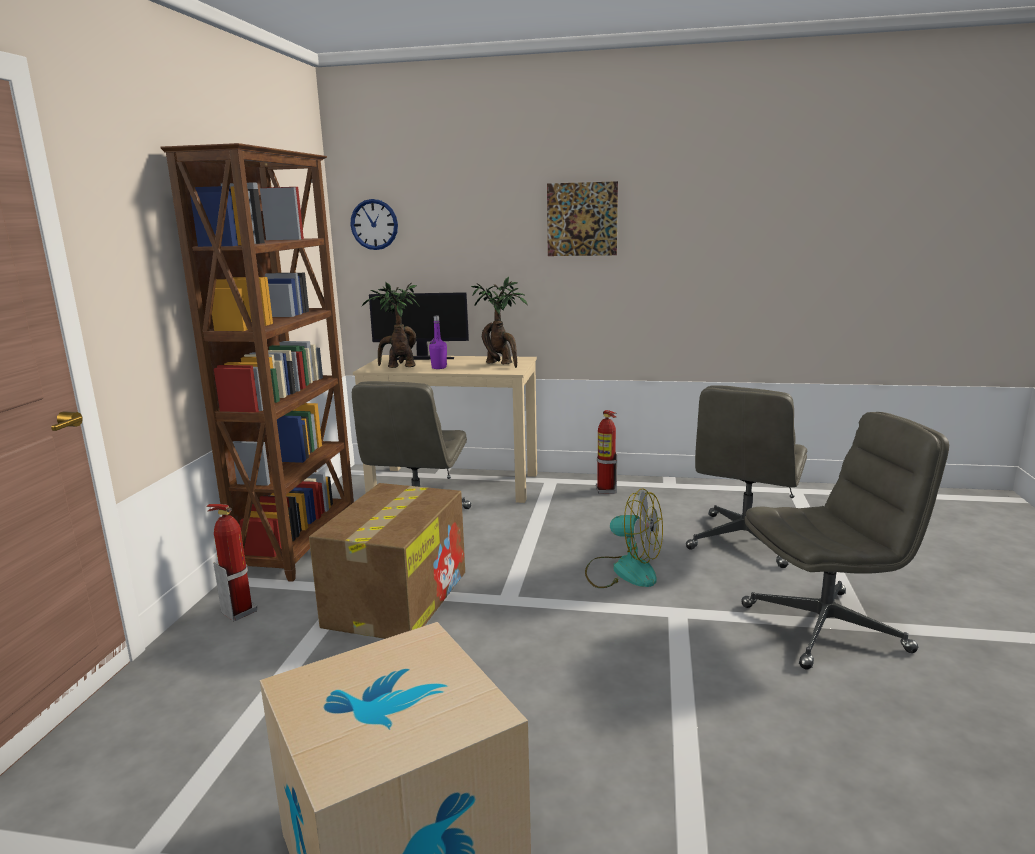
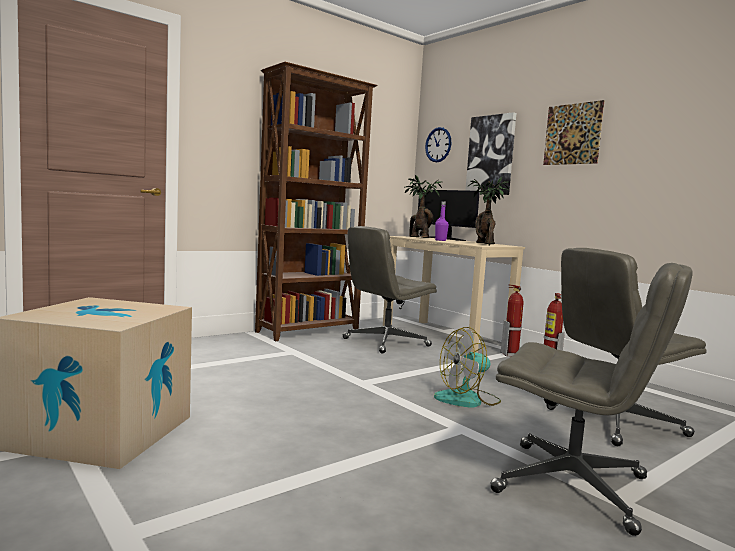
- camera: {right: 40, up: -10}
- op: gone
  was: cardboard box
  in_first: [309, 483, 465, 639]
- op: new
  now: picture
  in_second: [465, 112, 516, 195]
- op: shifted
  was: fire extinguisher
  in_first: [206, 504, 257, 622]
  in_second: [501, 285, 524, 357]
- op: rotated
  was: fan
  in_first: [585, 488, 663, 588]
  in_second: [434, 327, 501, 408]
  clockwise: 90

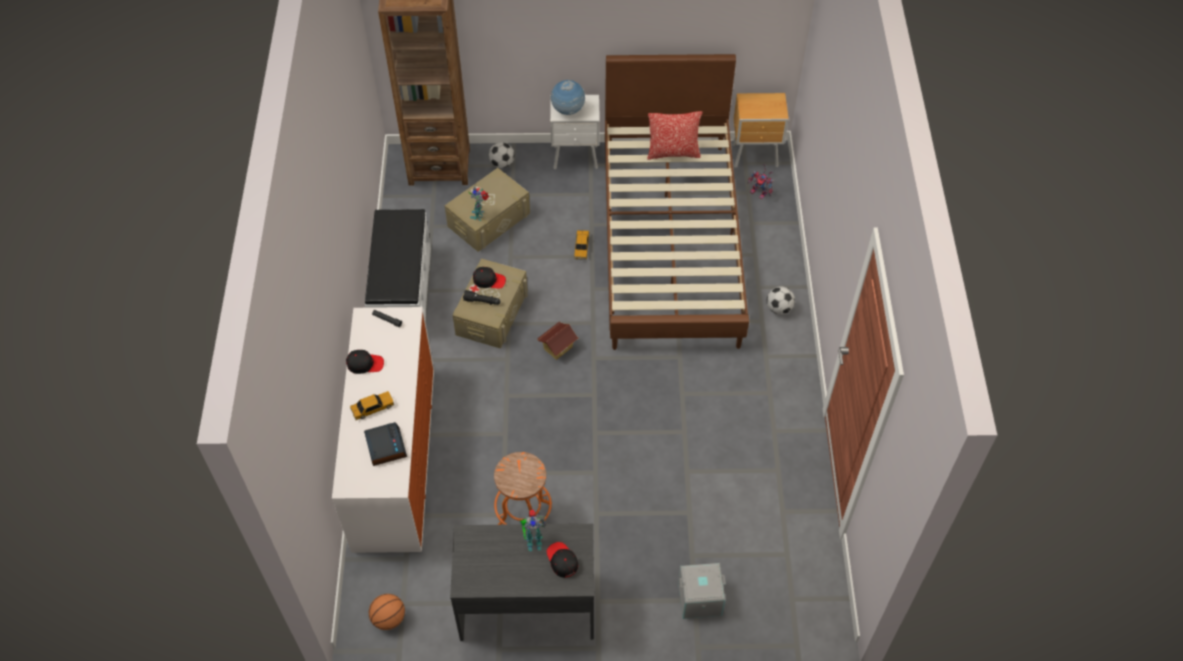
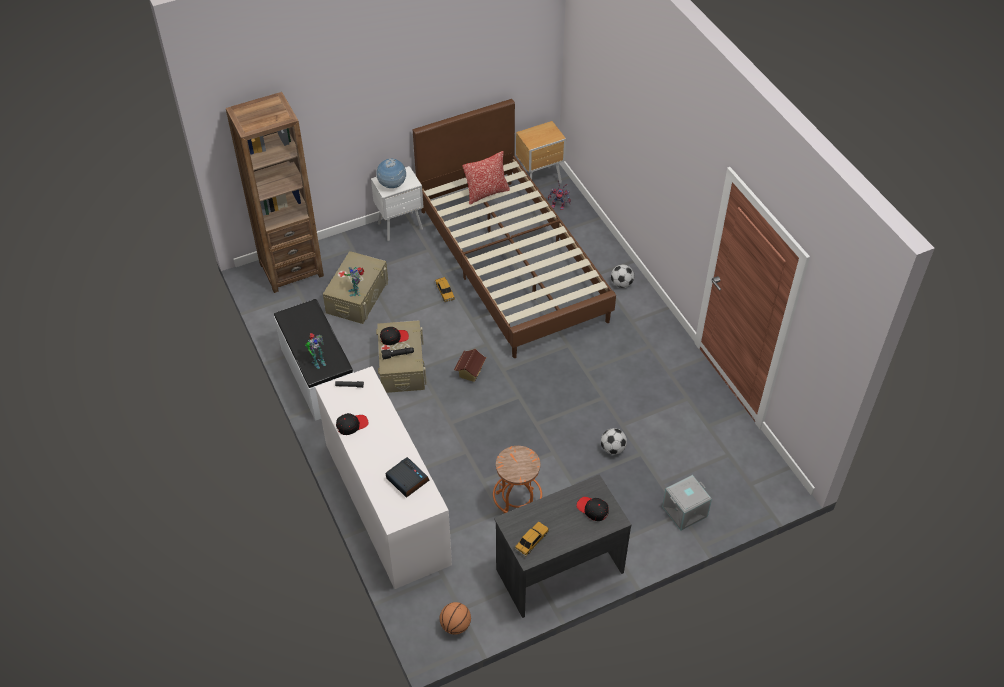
- camera: {right: -25, up: -5}
- op: shifted
  was: toy car
  in_first: [350, 391, 394, 420]
  in_second: [514, 522, 549, 557]
- op: shifted
  was: football
  in_first: [488, 142, 514, 168]
  in_second: [601, 428, 627, 455]
- op: shifted
  was: toy robot
  in_first: [520, 508, 545, 552]
  in_second: [305, 333, 326, 369]

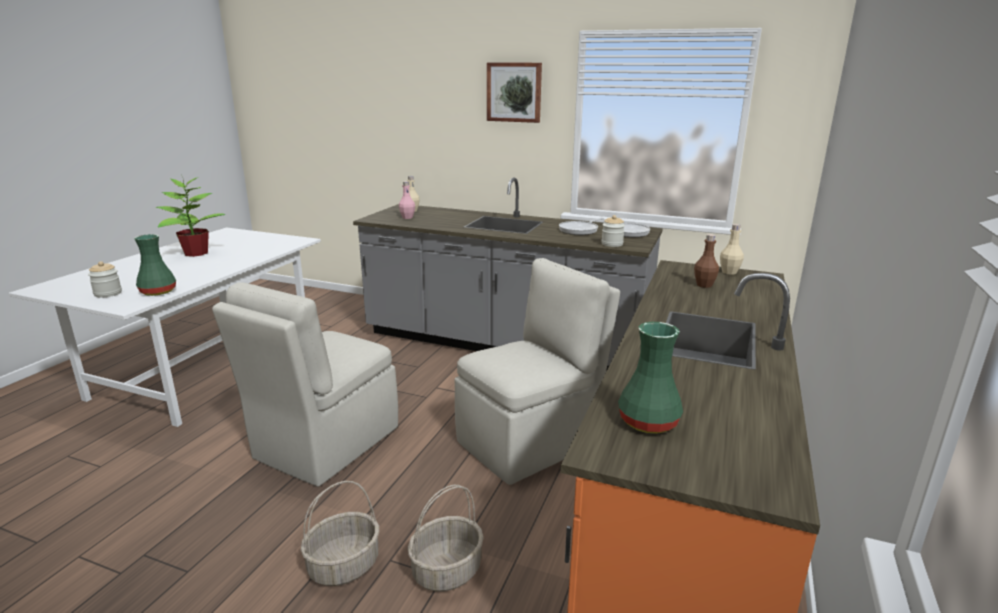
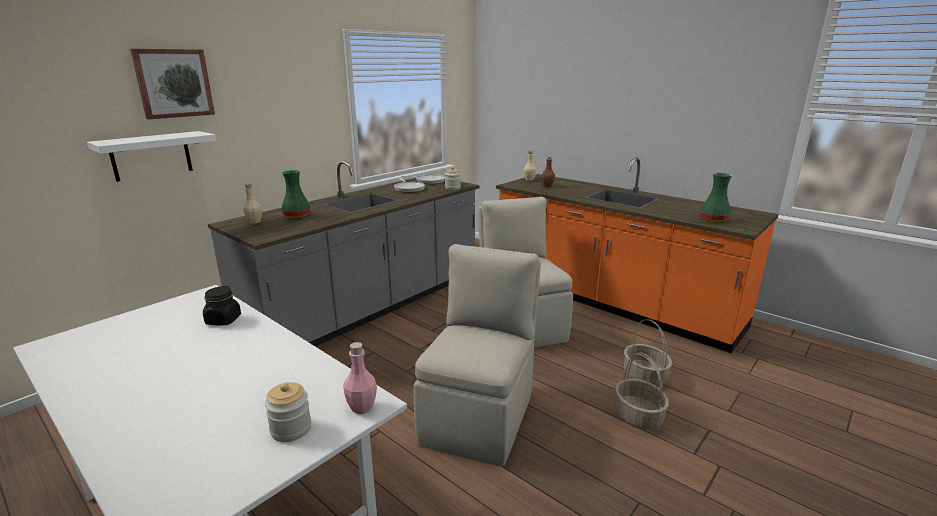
- camera: {right: -70, up: 0}
- op: gone
  was: potted plant
  in_first: [156, 176, 226, 257]
- op: new
  now: white shelf
  in_second: [87, 131, 216, 182]
- op: new
  now: black jar
  in_second: [203, 286, 241, 326]
- op: shifted
  was: green vase
  in_first: [134, 234, 176, 296]
  in_second: [281, 170, 310, 218]
- op: shifted
  was: pink bottle
  in_first: [399, 181, 415, 219]
  in_second: [343, 342, 377, 414]
- op: shifted
  was: picture
  in_first: [487, 62, 542, 123]
  in_second: [130, 49, 215, 119]
- op: rotated
  was: beige chair
  in_first: [212, 282, 398, 487]
  in_second: [414, 244, 541, 467]
  clockwise: -120

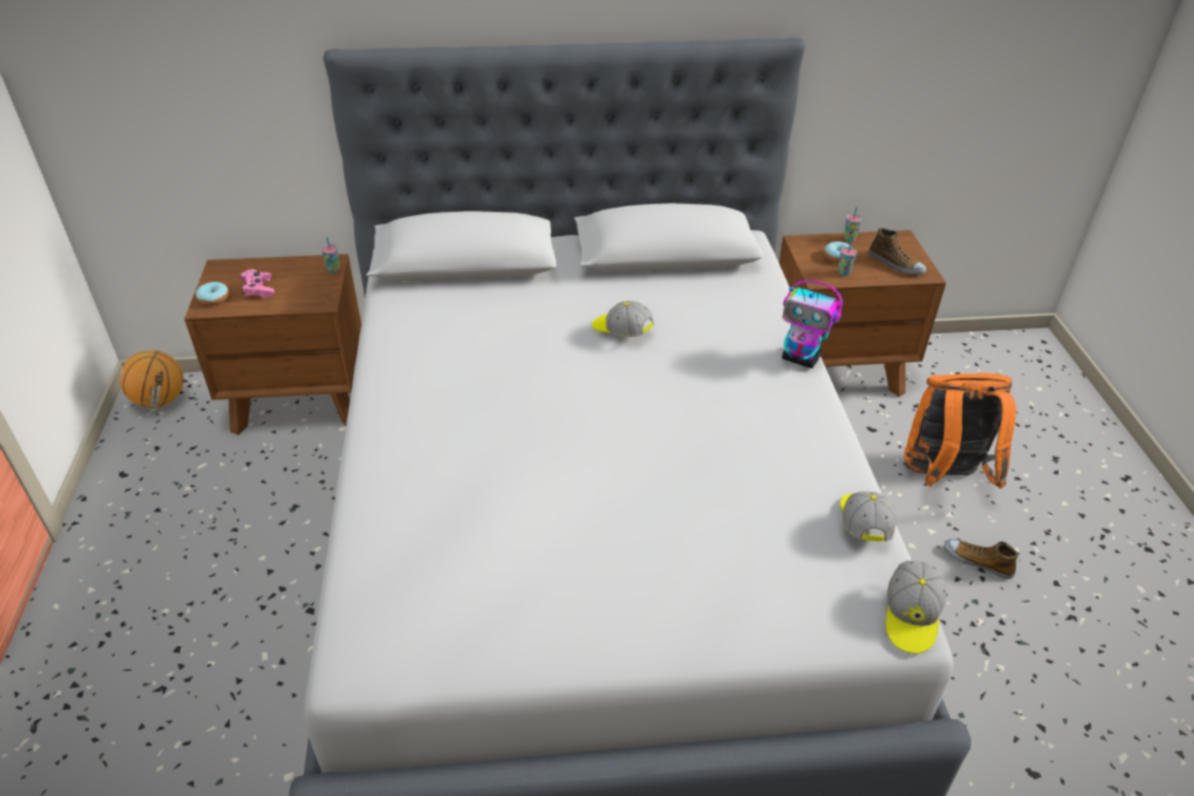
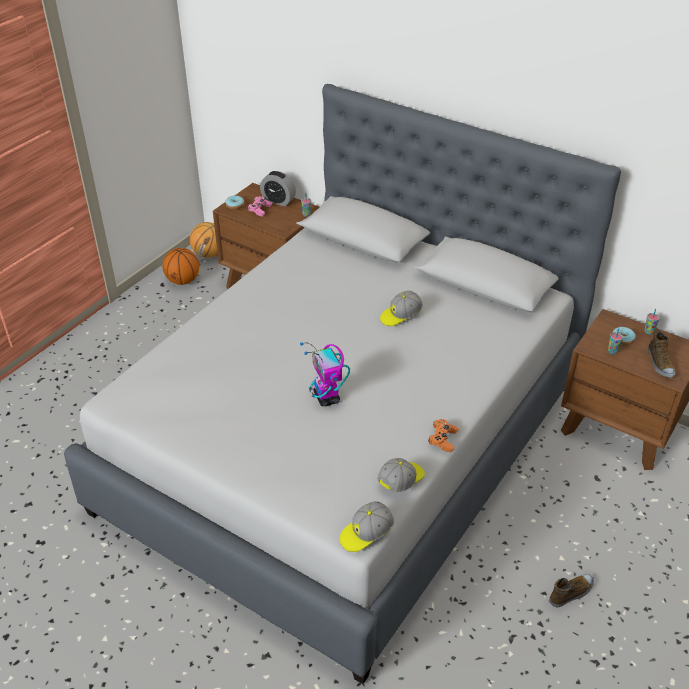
- camera: {right: 40, up: 0}
- op: gone
  was: orange backpack
  in_first: [904, 373, 1016, 489]
- op: new
  now: basketball
  in_second: [163, 248, 199, 285]
- op: new
  now: alarm clock
  in_second: [260, 171, 296, 206]
- op: new
  now: orange game controller
  in_second: [428, 419, 459, 452]
- op: shifted
  was: toy robot
  in_first: [782, 280, 842, 368]
  in_second: [300, 342, 350, 406]
- op: rotated
  was: cap
  in_first: [592, 301, 654, 337]
  in_second: [380, 291, 423, 326]
  clockwise: -105
- op: rotated
  was: shoe
  in_first: [945, 539, 1018, 579]
  in_second: [549, 574, 594, 607]
  clockwise: 75

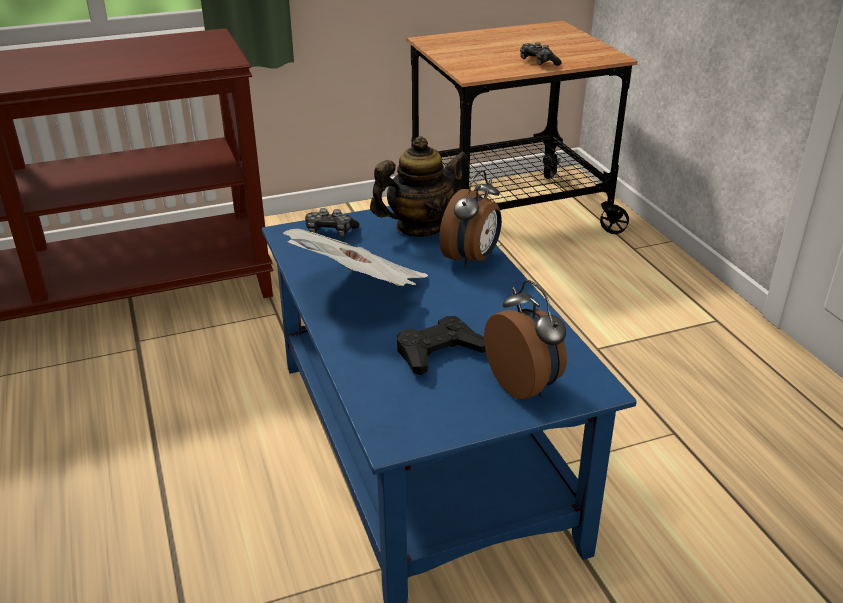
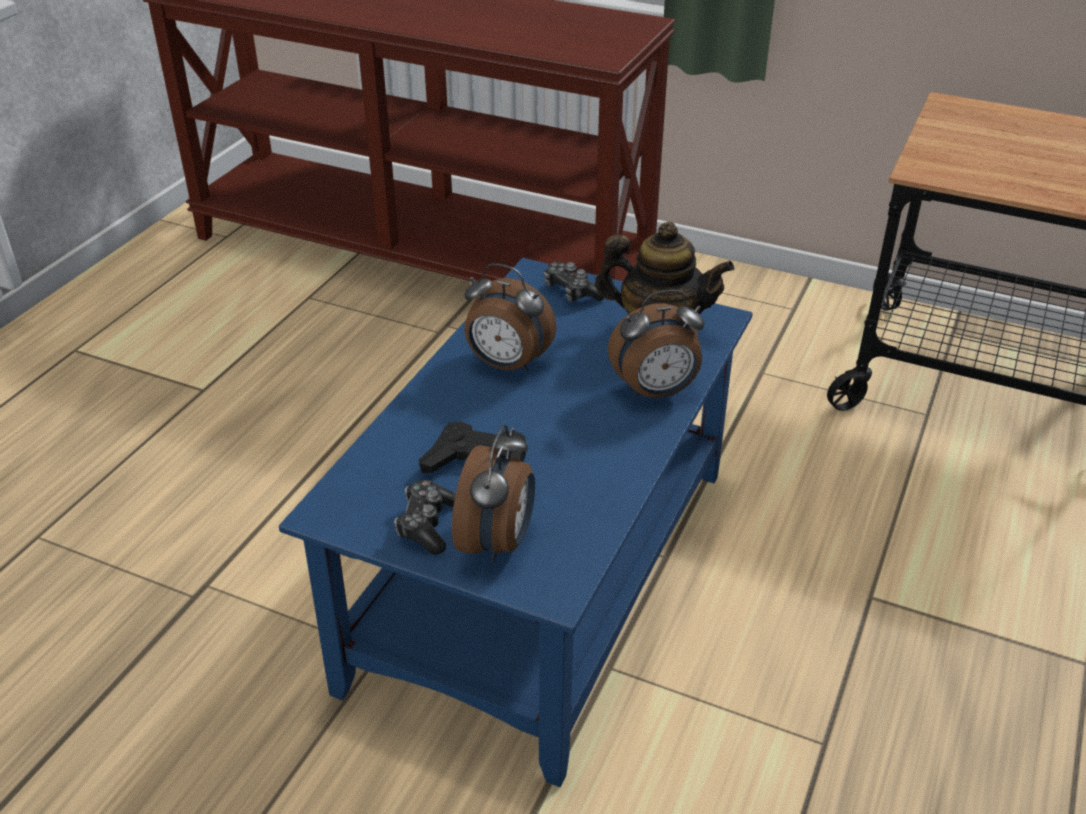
- camera: {right: 45, up: 5}
- op: shifted
  was: game controller
  in_first: [520, 42, 562, 66]
  in_second: [394, 480, 455, 555]
- op: swapped
  was: newspaper
  now: alarm clock
  in_first: [283, 229, 428, 287]
  in_second: [464, 263, 557, 373]

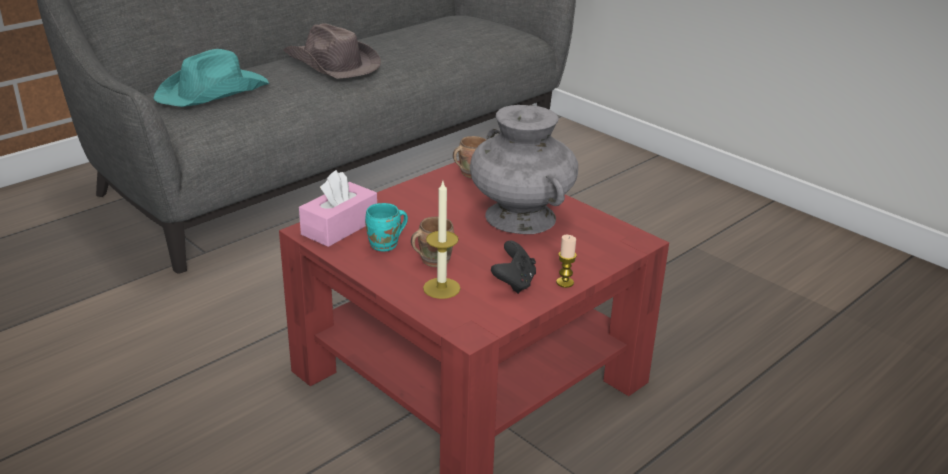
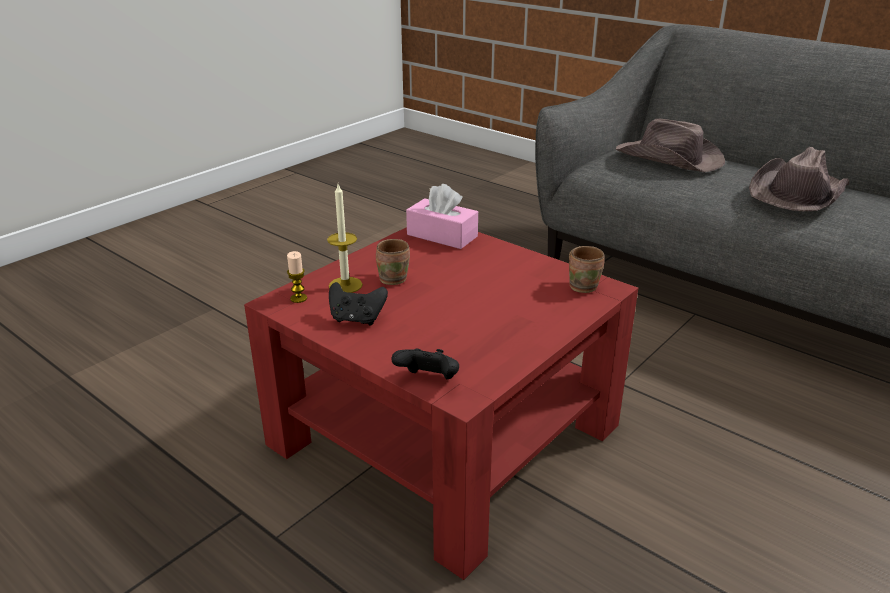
- camera: {right: 85, up: 0}
- op: gone
  was: turquoise mug
  in_first: [365, 203, 408, 252]
- op: gone
  was: grey vase
  in_first: [470, 105, 578, 234]
- op: new
  now: black game controller
  in_second: [391, 348, 459, 379]
- op: shifted
  was: candle
  in_first: [556, 235, 577, 288]
  in_second: [287, 251, 307, 303]
- op: repainted
  was: turquoise hat
  now: brown hat
  in_first: [153, 49, 269, 107]
  in_second: [616, 119, 725, 172]

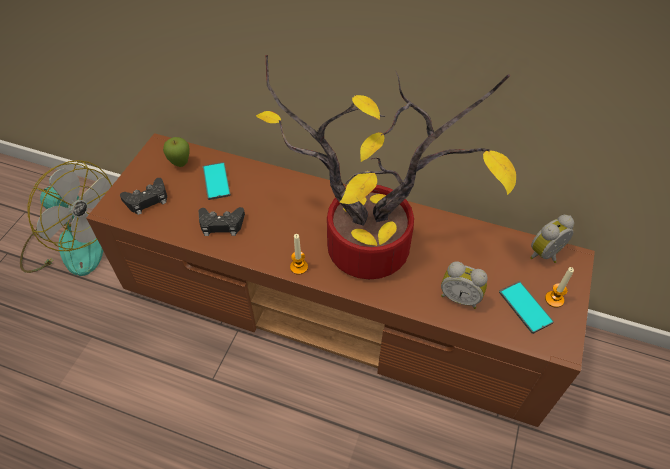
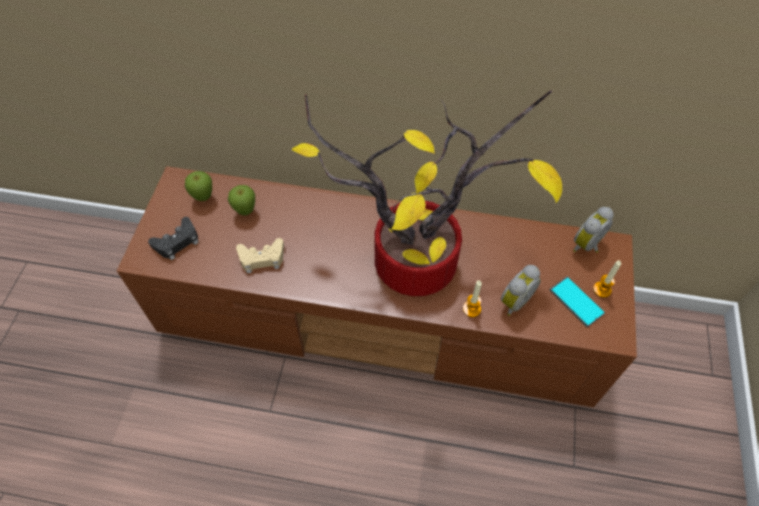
- camera: {right: -10, up: 5}
- op: gone
  was: fan
  in_first: [20, 160, 112, 276]
- op: shifted
  was: candle
  in_first: [290, 234, 308, 275]
  in_second: [463, 281, 482, 317]
- op: swapped
  was: phone
  now: apple
  in_first: [203, 162, 231, 200]
  in_second: [228, 185, 255, 215]
- op: repainted
  was: black game controller
  now: beige game controller
  in_first: [198, 207, 245, 236]
  in_second: [236, 238, 284, 273]
- op: rotated
  was: alarm clock
  in_first: [441, 262, 488, 309]
  in_second: [501, 265, 541, 316]
  clockwise: -60

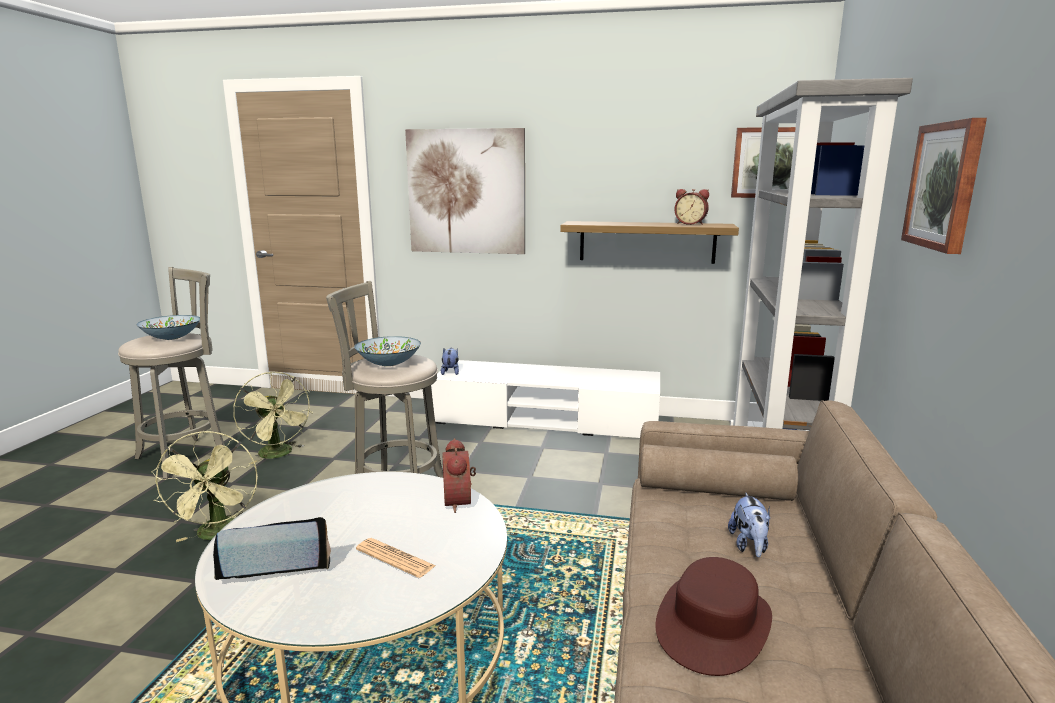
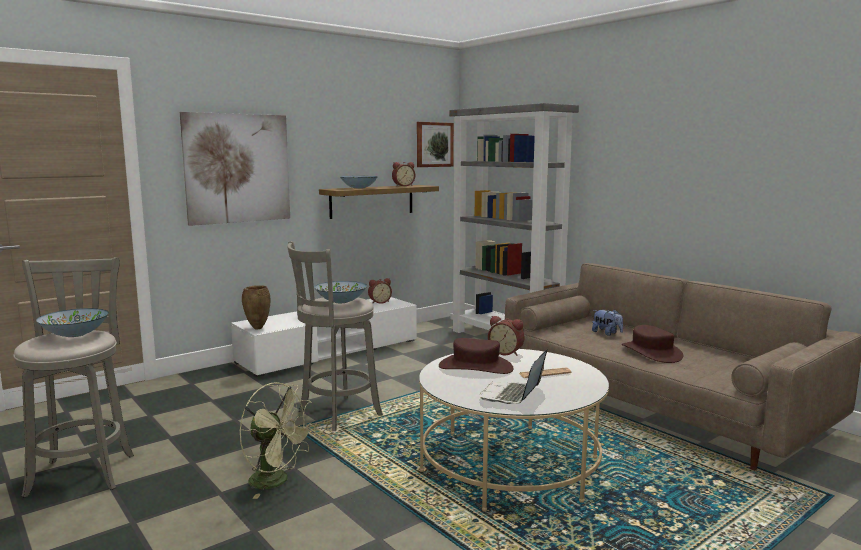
- camera: {right: -50, up: -5}
- op: gone
  was: green fan
  in_first: [233, 372, 313, 464]
- op: gone
  was: picture
  in_first: [901, 118, 987, 254]
- op: new
  now: bowl
  in_second: [340, 176, 378, 189]
- op: new
  now: alarm clock
  in_second: [368, 278, 392, 304]
- op: new
  now: brown hat
  in_second: [439, 338, 513, 374]
- op: swapped
  was: plush toy
  now: brown vase
  in_first: [441, 347, 459, 375]
  in_second: [242, 285, 270, 330]

